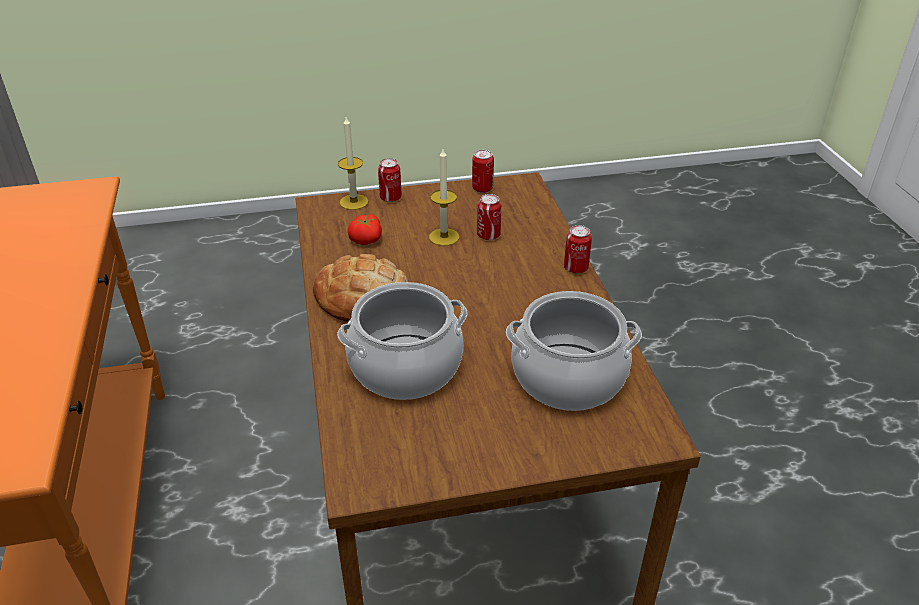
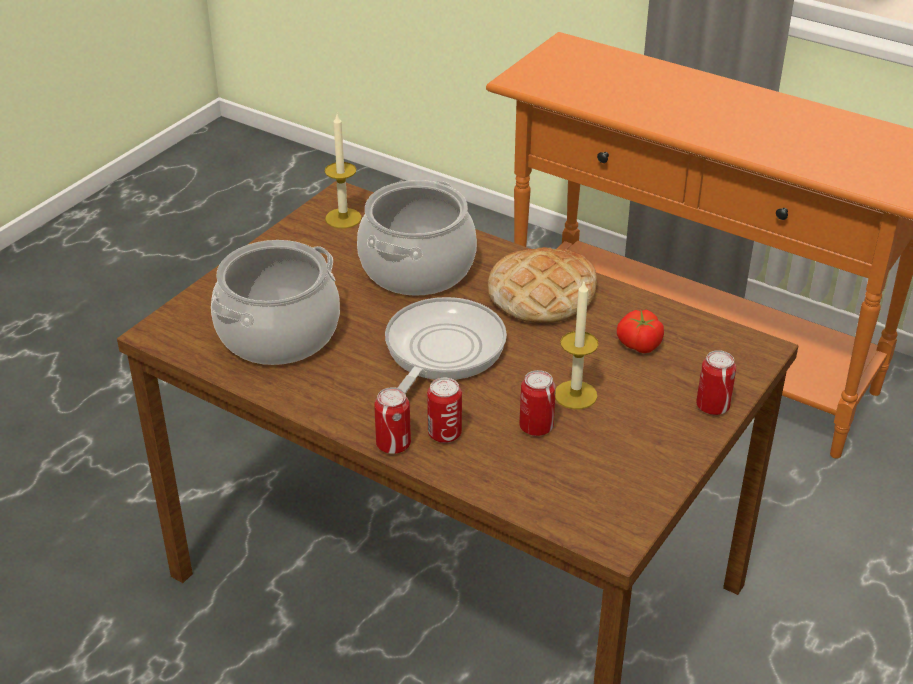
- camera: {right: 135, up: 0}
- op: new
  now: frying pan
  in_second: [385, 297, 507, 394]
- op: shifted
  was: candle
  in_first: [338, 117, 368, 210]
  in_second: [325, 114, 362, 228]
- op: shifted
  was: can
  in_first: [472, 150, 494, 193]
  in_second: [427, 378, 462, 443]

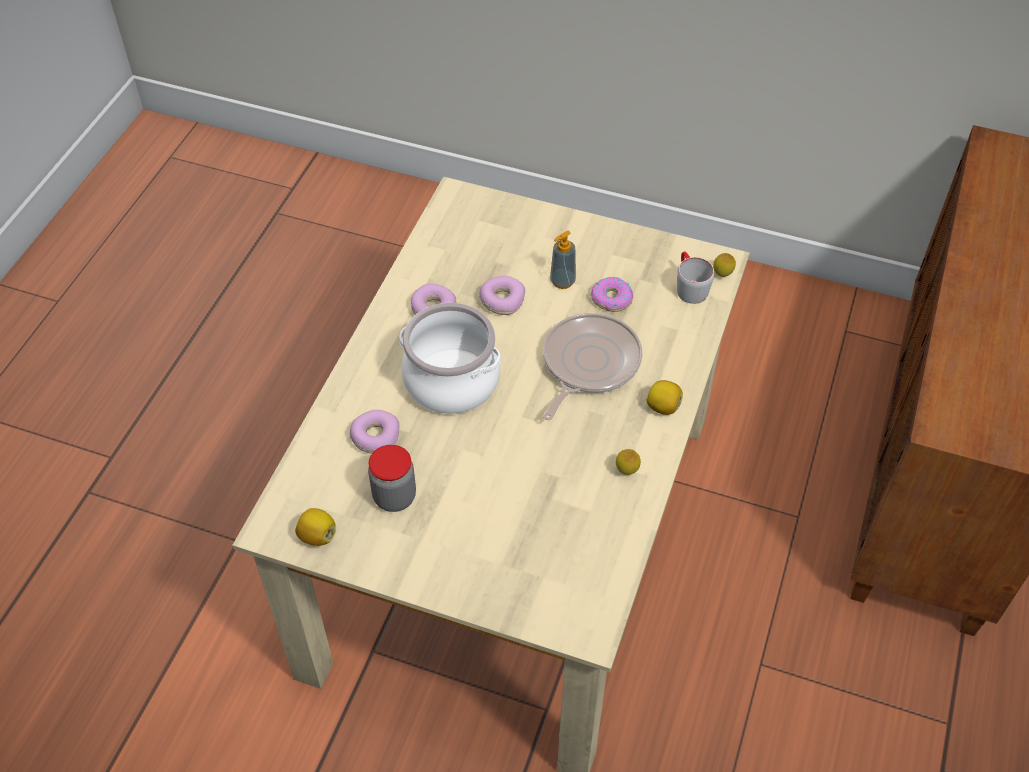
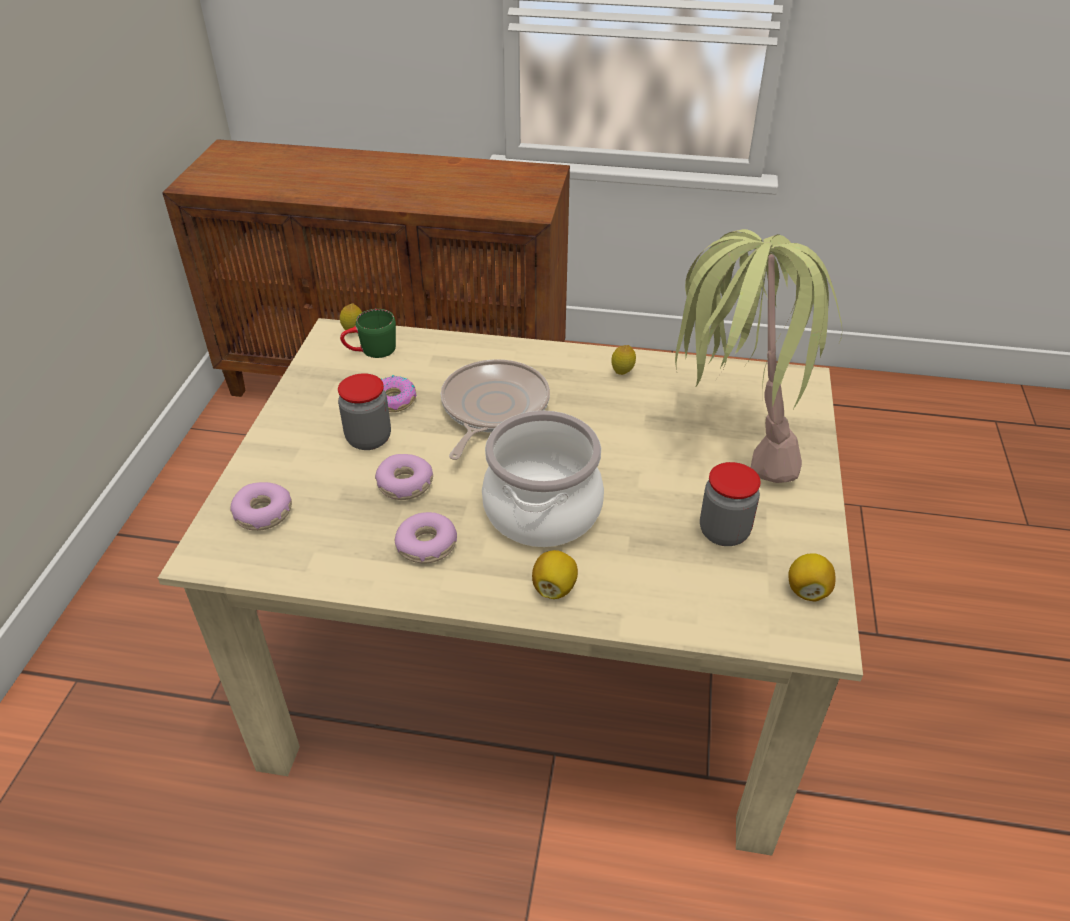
- camera: {right: -100, up: -10}
- op: new
  now: potted plant
  in_second: [675, 229, 842, 483]
- op: shifted
  was: donut
  in_first: [350, 410, 399, 454]
  in_second: [230, 482, 292, 531]
- op: shifted
  was: lemon
  in_first: [646, 380, 683, 415]
  in_second: [532, 550, 578, 599]
- op: swapped
  was: soap dispenser
  now: jar
  in_first: [550, 230, 576, 289]
  in_second: [338, 373, 391, 450]
- op: repainted
  was: grey mug
  now: green mug
  in_first: [677, 251, 714, 304]
  in_second: [340, 309, 396, 358]
- op: rotated
  was: frying pan
  in_first: [543, 313, 642, 420]
  in_second: [441, 359, 550, 460]
  clockwise: 90

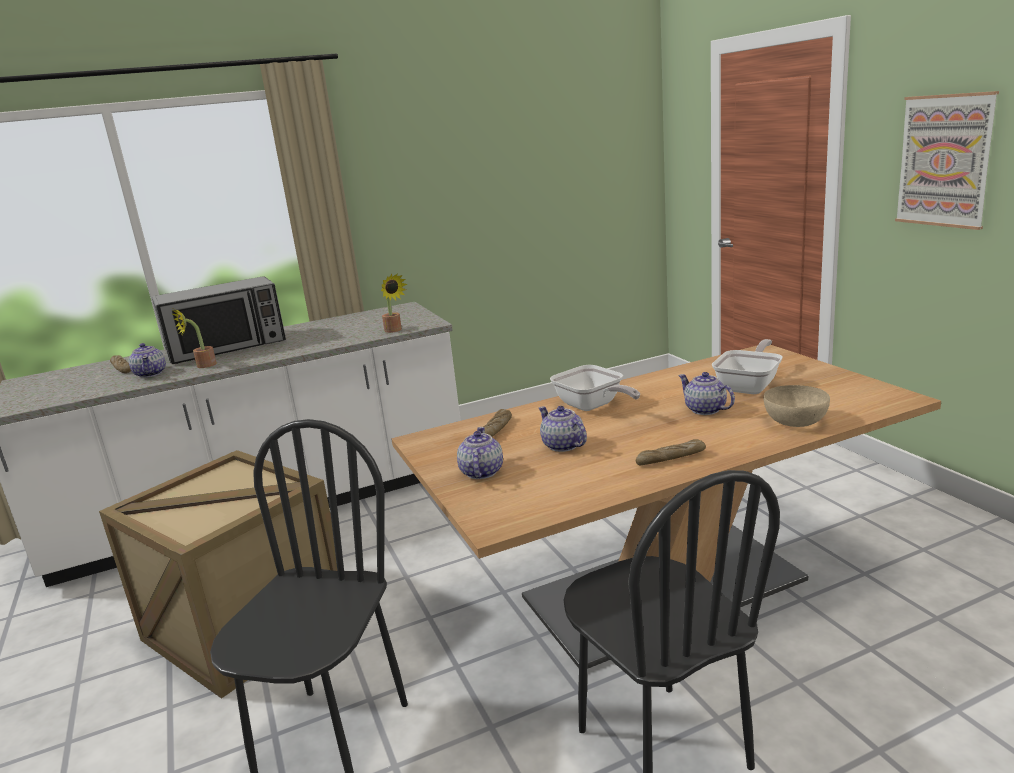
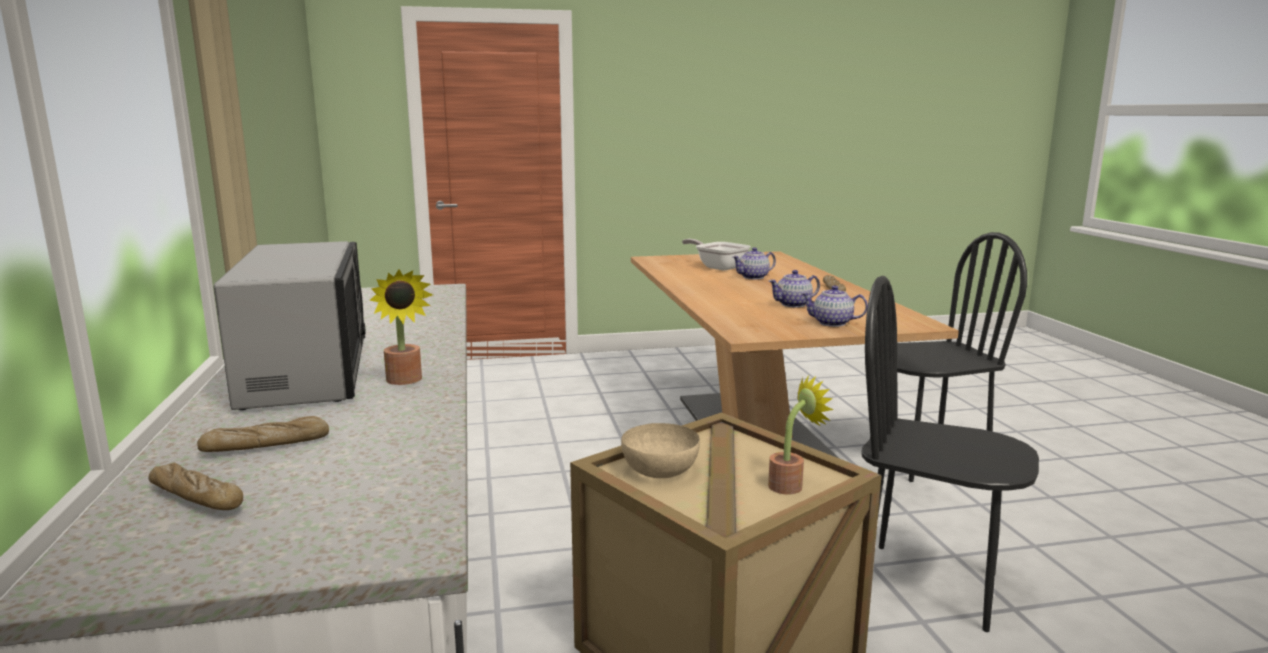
- camera: {right: -80, up: -5}
- op: gone
  was: teapot
  in_first: [129, 343, 166, 378]
- op: gone
  was: frying pan
  in_first: [550, 365, 640, 411]
- op: gone
  was: picture
  in_first: [895, 91, 999, 230]
- op: shifted
  was: potted plant
  in_first: [381, 274, 407, 333]
  in_second: [768, 375, 833, 494]
- op: shifted
  was: bread
  in_first: [483, 409, 512, 437]
  in_second: [149, 463, 243, 510]
- op: shifted
  was: beige bowl
  in_first: [764, 385, 830, 427]
  in_second: [621, 423, 700, 478]

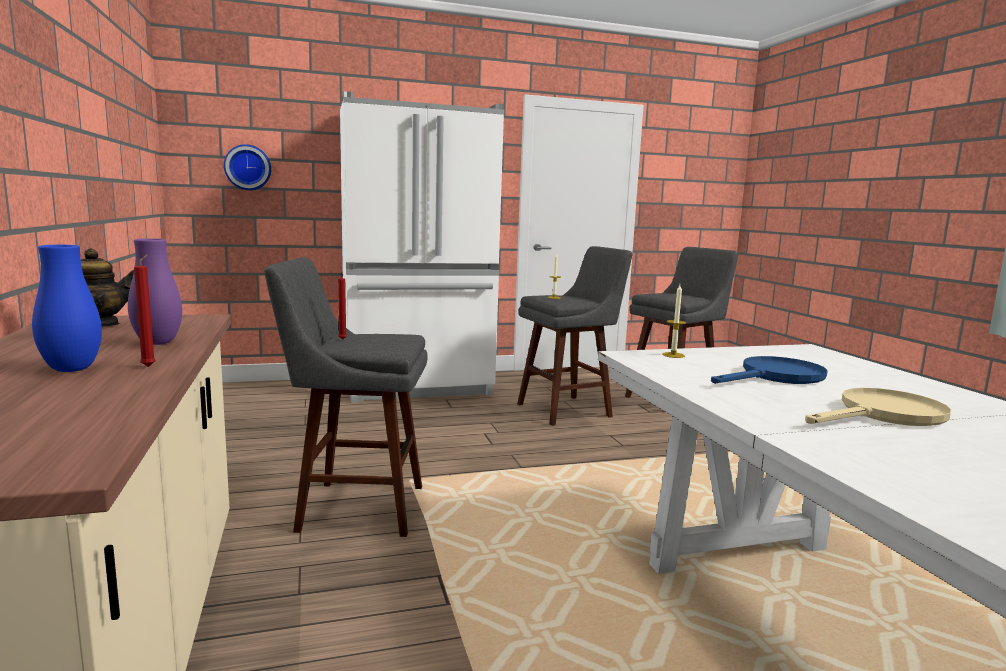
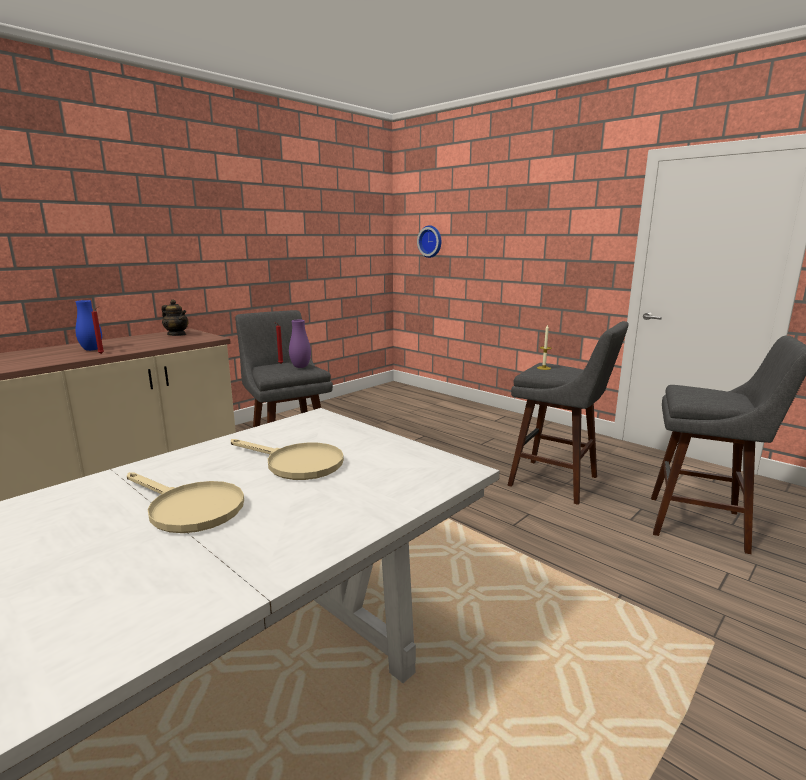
- camera: {right: 60, up: 5}
- op: gone
  was: white fridge
  in_first: [340, 91, 504, 403]
- op: gone
  was: candle
  in_first: [662, 285, 686, 358]
- op: shifted
  was: purple vase
  in_first: [128, 238, 182, 345]
  in_second: [289, 320, 311, 368]
- op: repainted
  was: blue frying pan
  now: beige frying pan
  in_first: [711, 356, 828, 384]
  in_second: [231, 439, 344, 480]

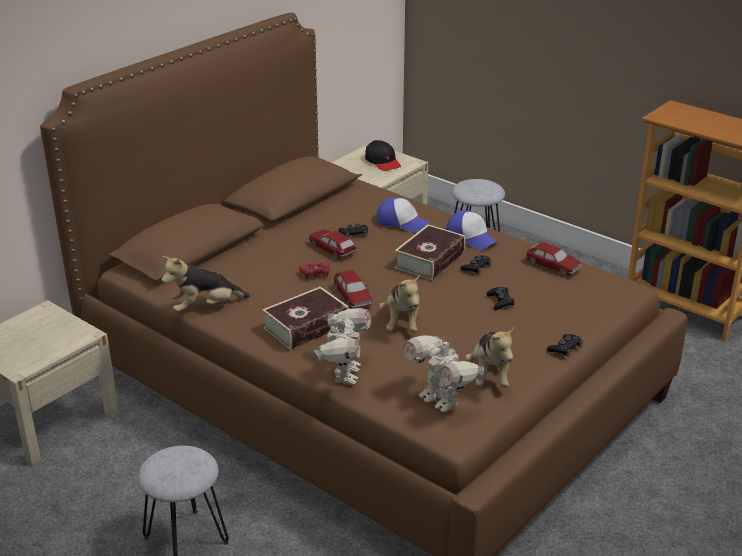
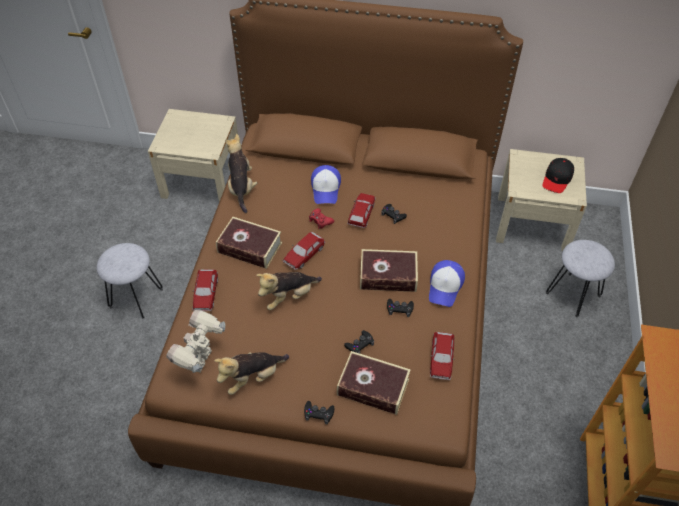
- camera: {right: 60, up: 20}
- op: new
  now: book
  in_second: [337, 351, 411, 415]
- op: shifted
  was: cap
  in_first: [377, 197, 430, 233]
  in_second: [311, 165, 341, 204]
- op: swapped
  was: toy robot
  now: toy car
  in_first: [314, 308, 371, 385]
  in_second: [192, 269, 218, 311]
- op: rotated
  was: plush toy
  in_first: [161, 256, 250, 312]
  in_second: [225, 134, 257, 213]
  clockwise: 45

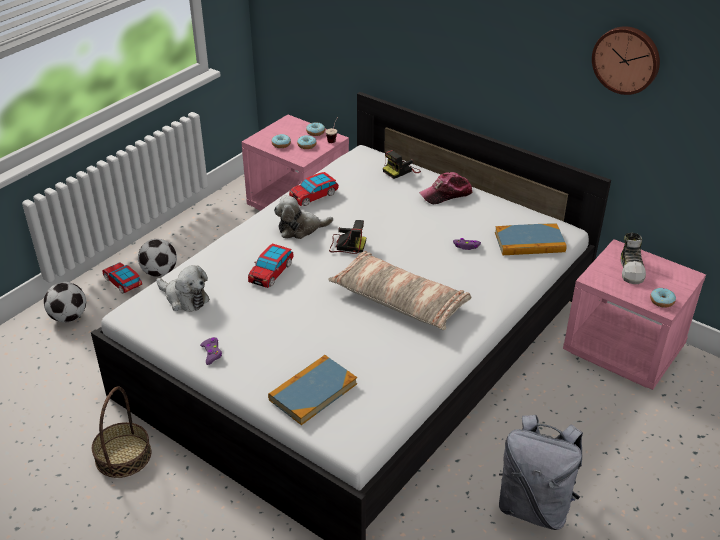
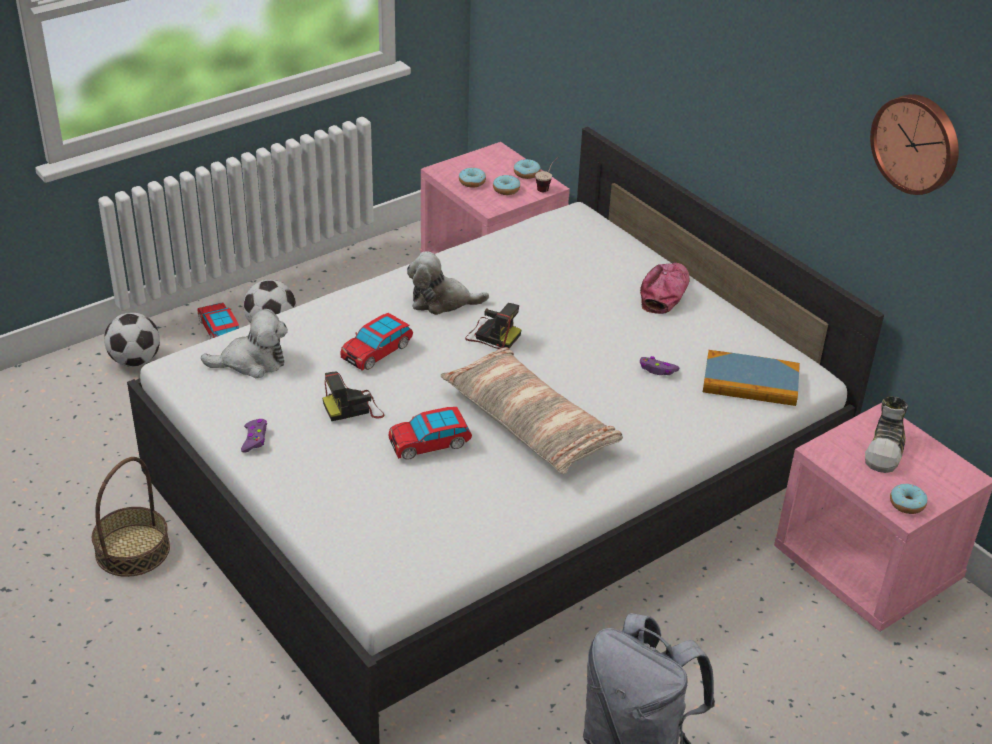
- camera: {right: 15, up: 0}
- op: gone
  was: book
  in_first: [268, 355, 357, 425]
- op: shifted
  was: toy car
  in_first: [289, 172, 339, 206]
  in_second: [389, 407, 472, 460]
- op: shifted
  was: photo camera
  in_first: [383, 150, 421, 179]
  in_second: [322, 372, 385, 421]
- op: rotated
  was: plush toy
  in_first: [156, 265, 210, 312]
  in_second: [201, 309, 288, 378]
  clockwise: -60
- op: rotated
  was: cap
  in_first: [419, 172, 473, 204]
  in_second: [640, 263, 690, 314]
  clockwise: 120

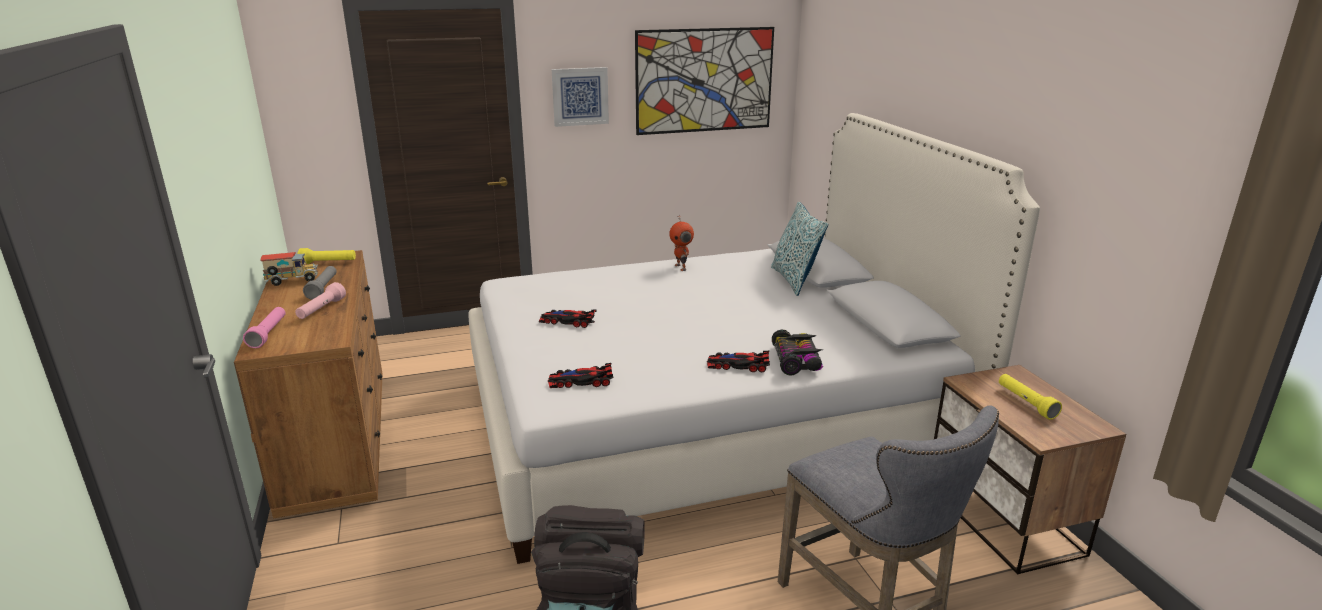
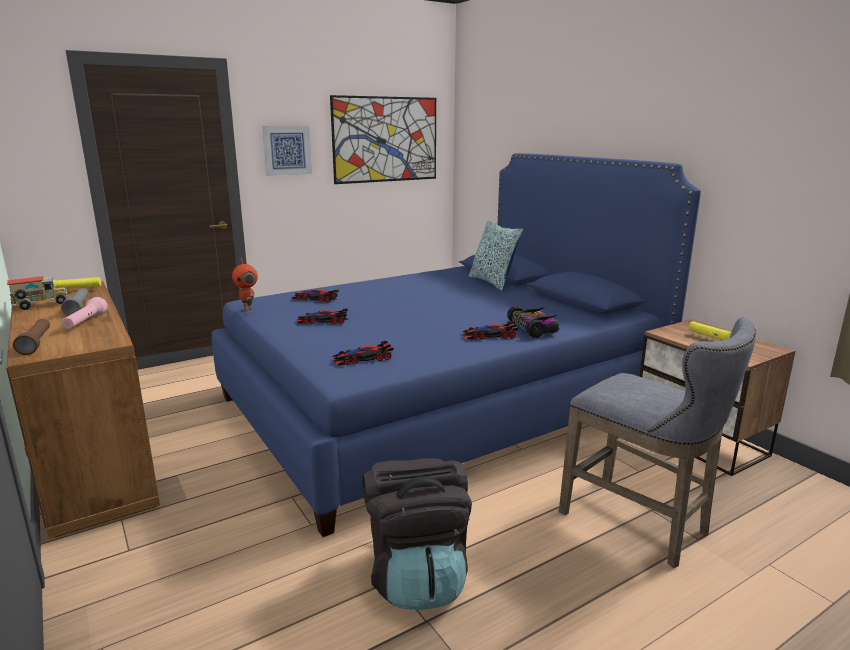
- camera: {right: -15, up: -5}
- op: new
  now: toy car
  in_second: [292, 289, 339, 303]
- op: shifted
  was: toy robot
  in_first: [669, 215, 694, 271]
  in_second: [232, 259, 258, 314]
- op: repainted
  was: pink flashlight
  now: brown flashlight
  in_first: [243, 307, 286, 348]
  in_second: [13, 319, 50, 355]
- op: repainted
  was: white bed
  now: blue bed
  in_first: [469, 113, 1040, 564]
  in_second: [212, 153, 701, 537]

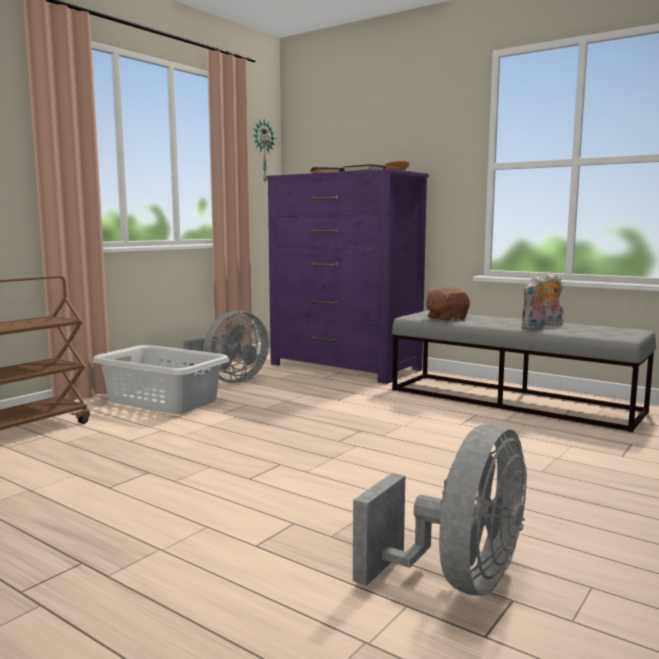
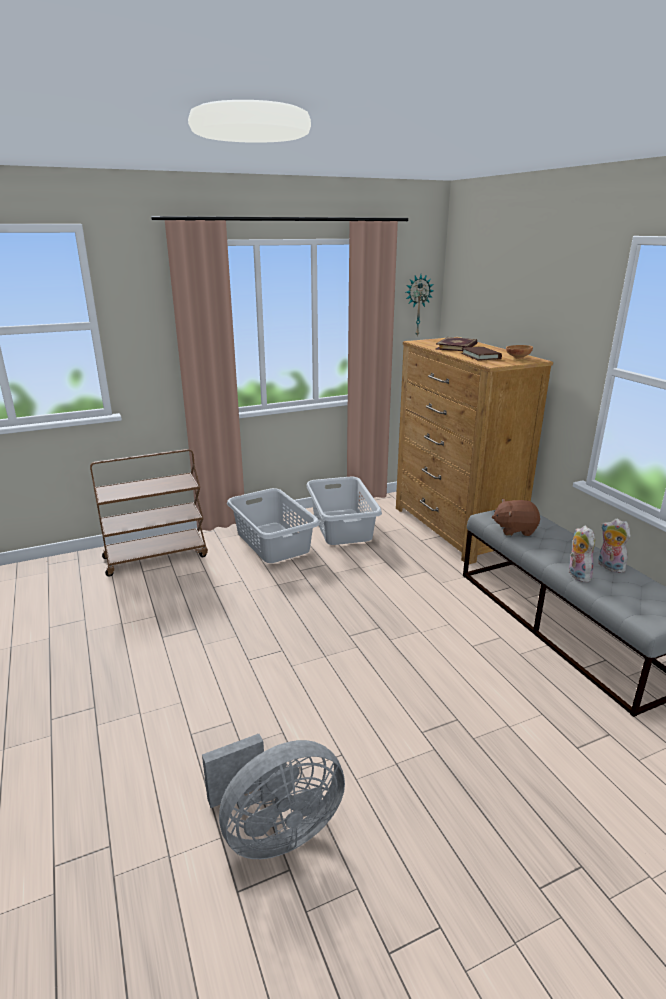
- camera: {right: 30, up: 15}
- op: swapped
  was: grey fan
  now: grey laundry basket
  in_first: [183, 311, 269, 383]
  in_second: [306, 477, 382, 545]
- op: repainted
  was: purple dresser
  now: brown dresser
  in_first: [266, 169, 429, 384]
  in_second: [396, 337, 553, 564]
- op: rotated
  was: plush toy
  in_first: [522, 276, 547, 330]
  in_second: [569, 525, 595, 582]
  clockwise: 90

